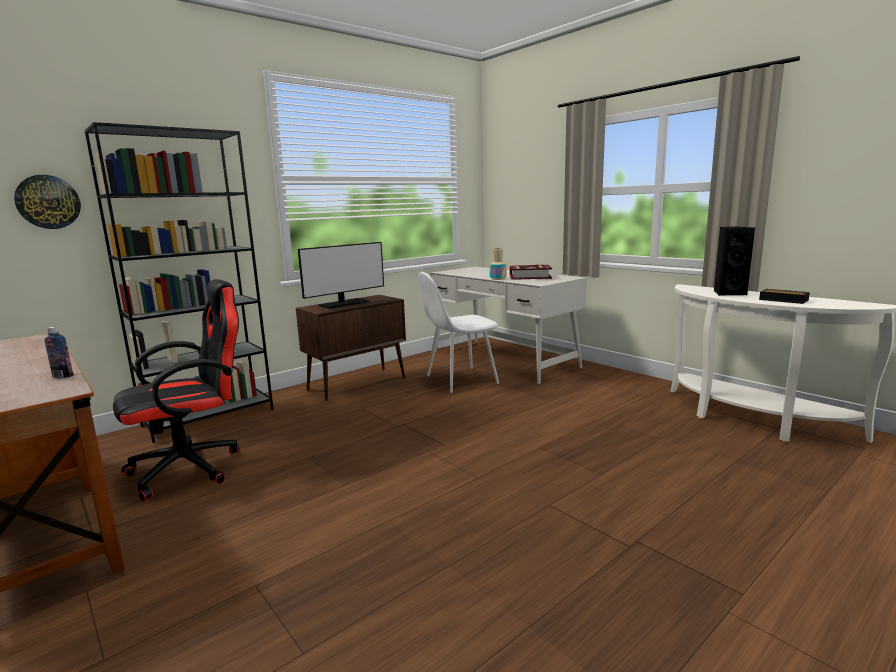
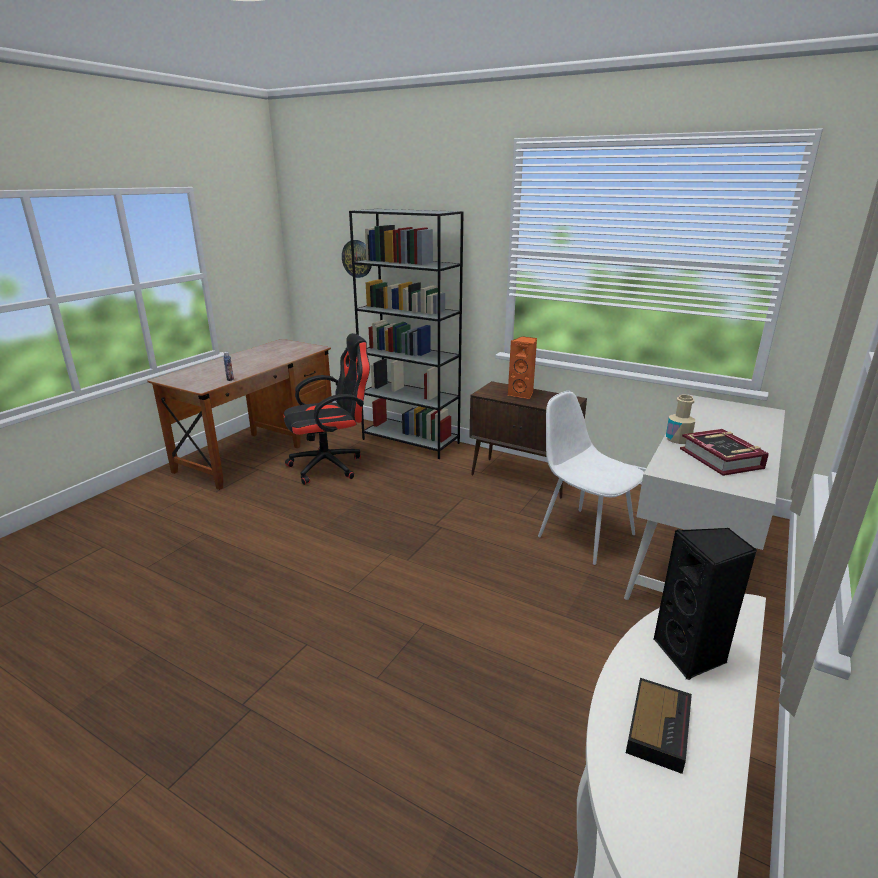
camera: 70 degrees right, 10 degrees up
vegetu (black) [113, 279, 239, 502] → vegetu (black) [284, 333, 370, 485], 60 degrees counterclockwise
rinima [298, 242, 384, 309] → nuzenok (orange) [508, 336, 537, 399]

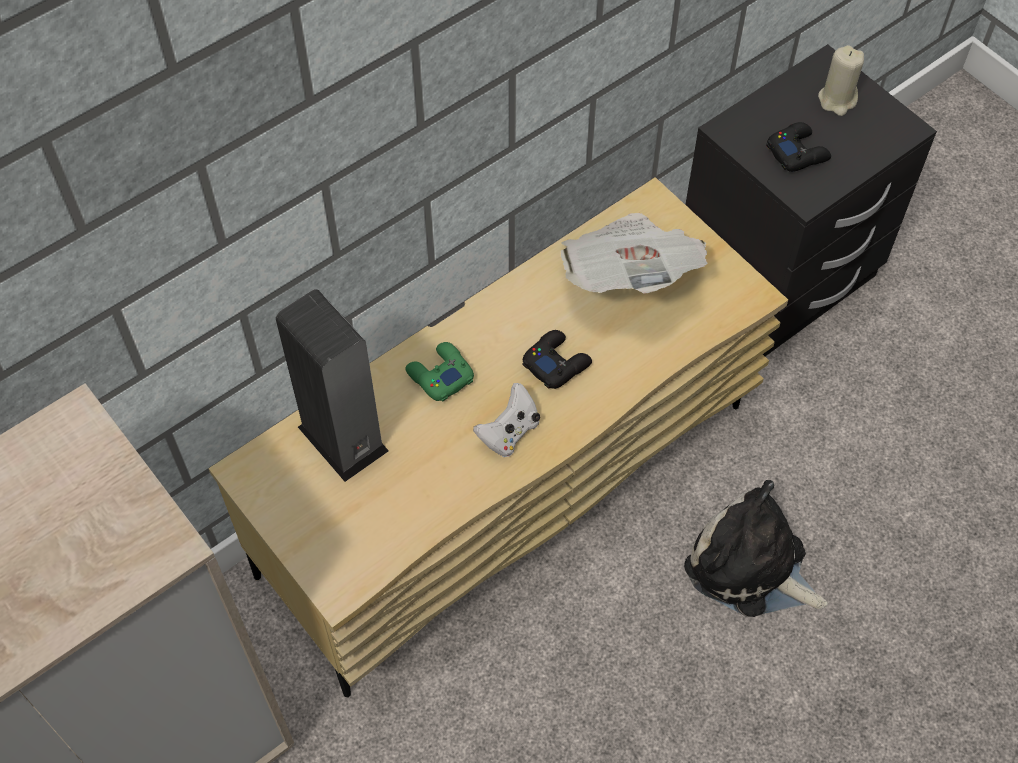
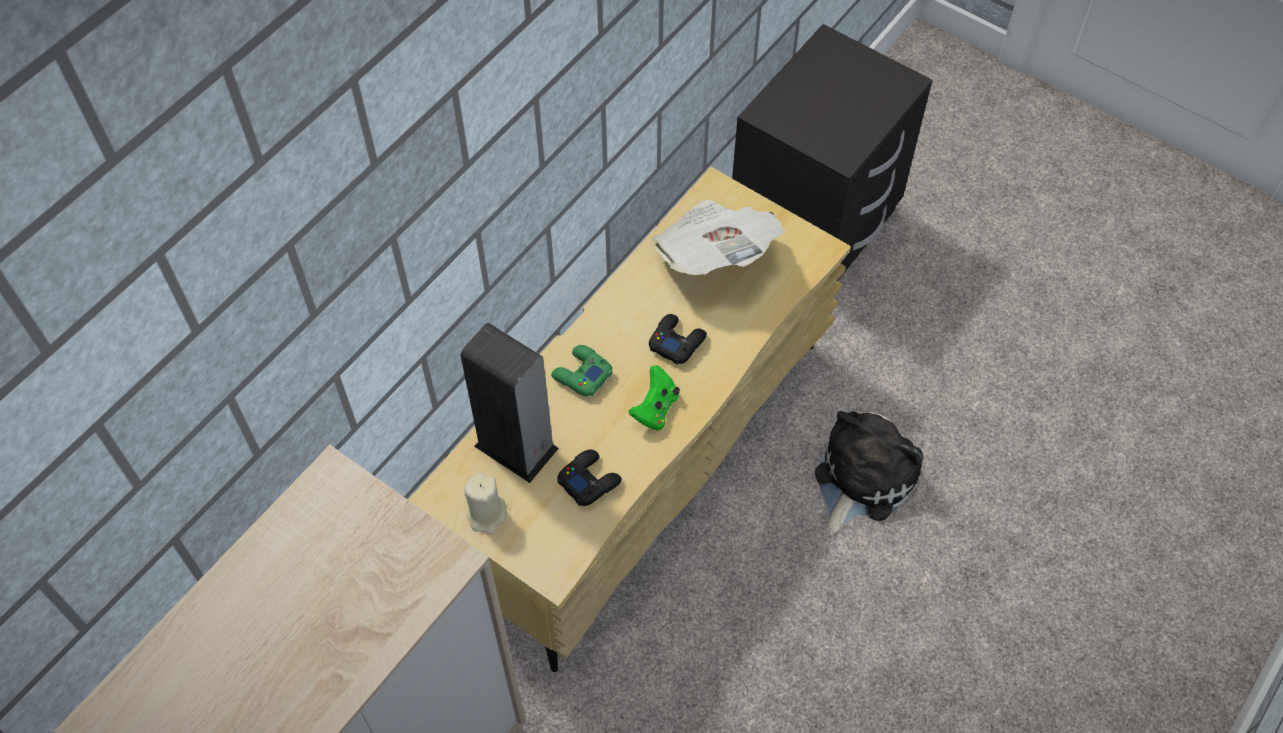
camera: 15 degrees left, 0 degrees up
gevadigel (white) [473, 383, 540, 457] → gevadigel (green) [629, 366, 680, 431]
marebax [684, 480, 828, 617] → marebax [815, 411, 923, 535], 105 degrees clockwise
gevadigel (black) [766, 122, 831, 172] → gevadigel (black) [557, 449, 622, 506], relocated
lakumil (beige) [818, 45, 864, 116] → lakumil (beige) [464, 473, 507, 535], relocated

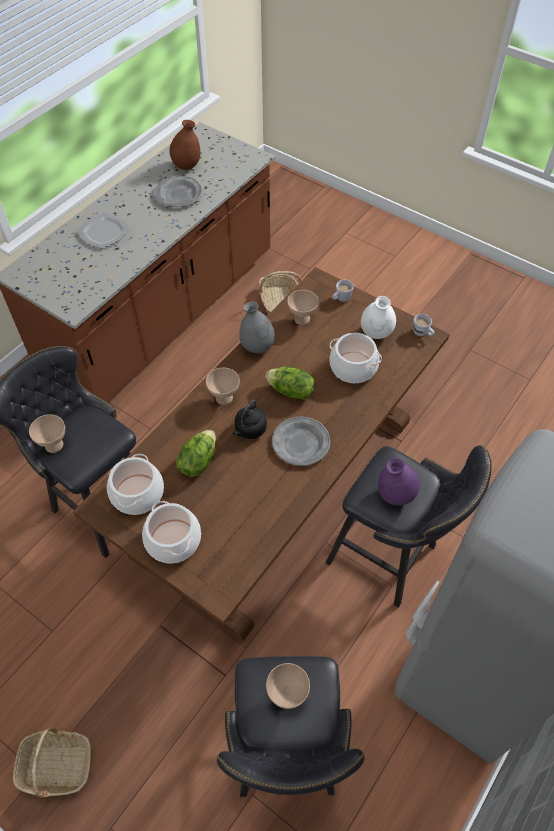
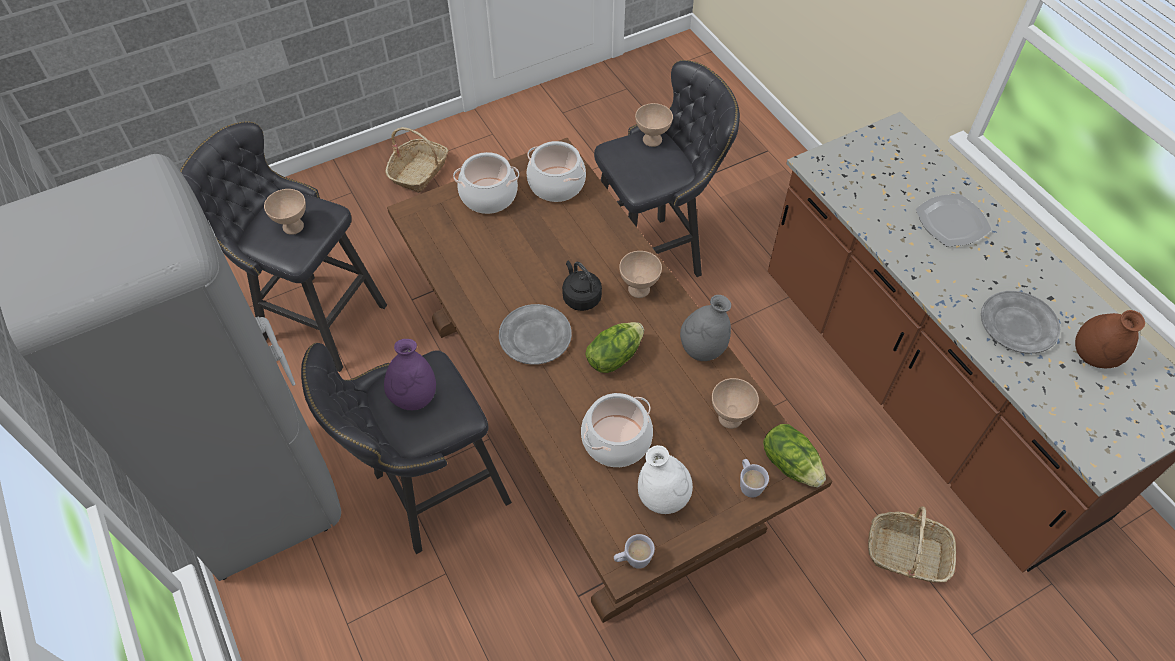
camera: 115 degrees right, 0 degrees up
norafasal [176, 430, 216, 477] → norafasal [763, 424, 826, 487], relocated

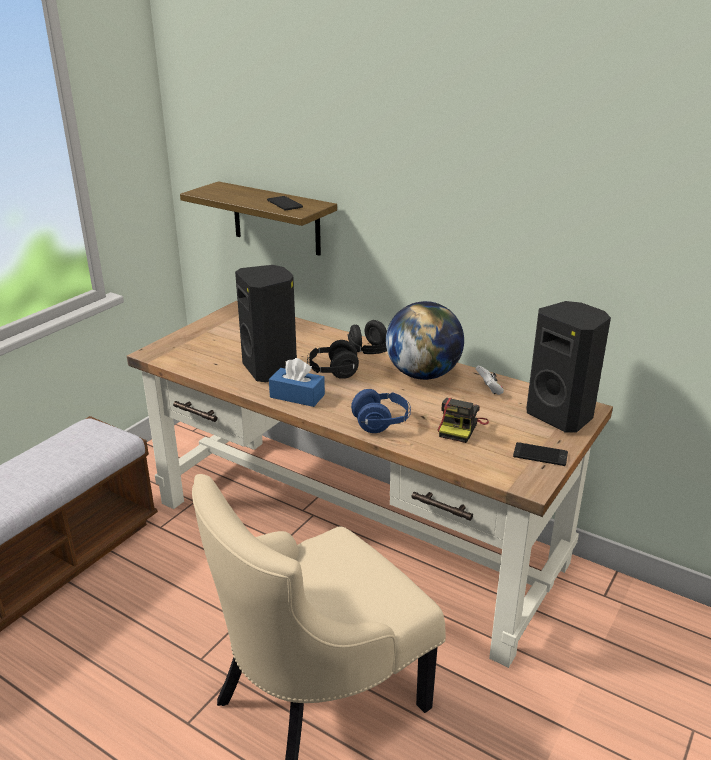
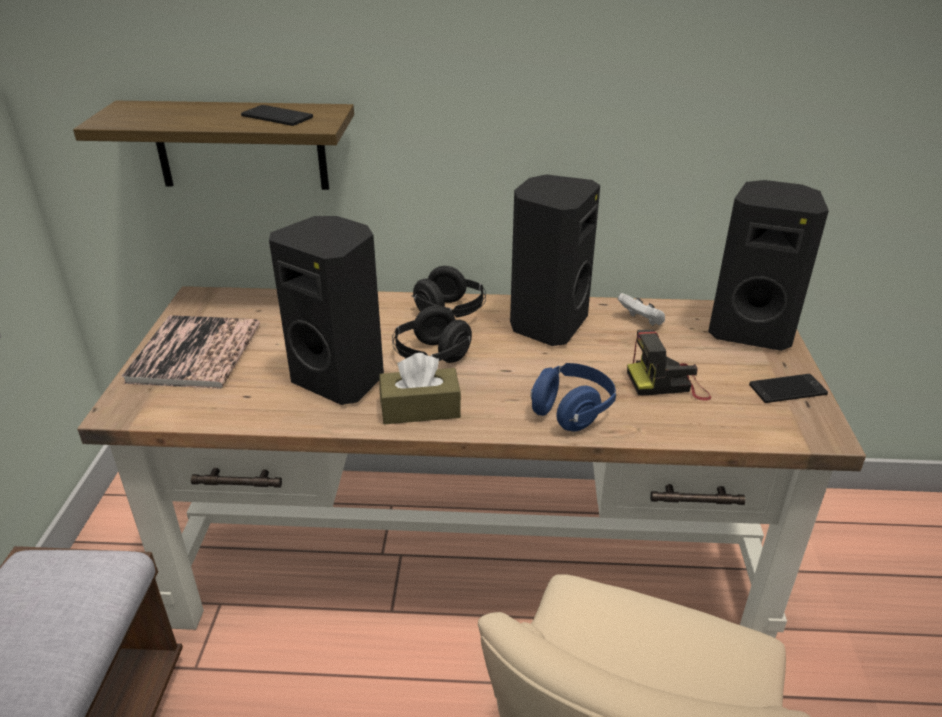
camera: 30 degrees left, 5 degrees up
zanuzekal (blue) [269, 358, 325, 407] → zanuzekal (brown) [380, 353, 461, 424]
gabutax [386, 301, 464, 380] → nuzenok (black) [510, 174, 600, 346]
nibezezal [438, 398, 489, 443] → nibezezal [627, 330, 711, 400], 90 degrees clockwise
- → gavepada [121, 315, 260, 389]

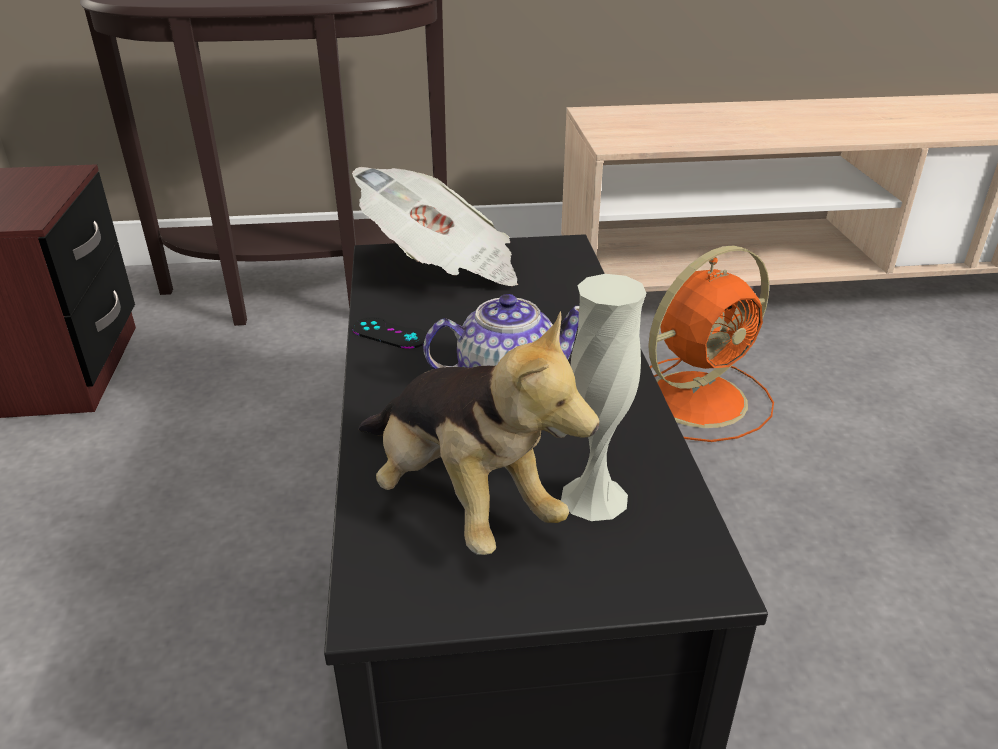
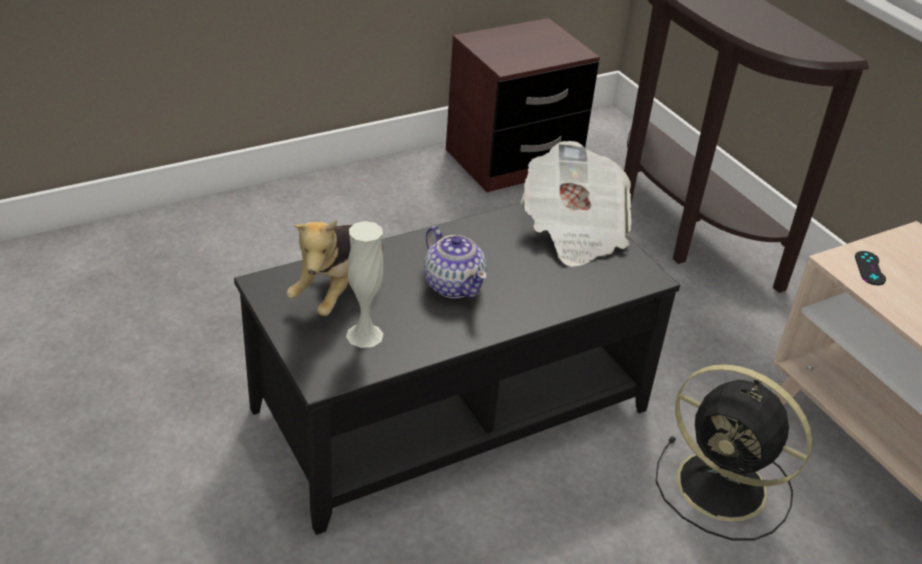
camera: 65 degrees right, 5 degrees up
gevadigel (black) [352, 317, 427, 349] → gevadigel (black) [855, 251, 886, 285], relocated
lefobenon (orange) [648, 245, 774, 442] → lefobenon (black) [655, 364, 812, 541]

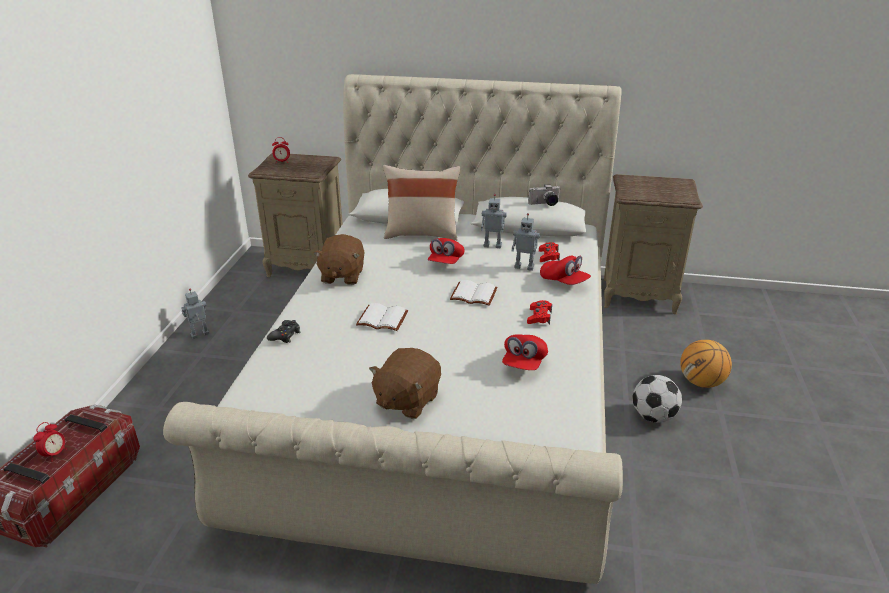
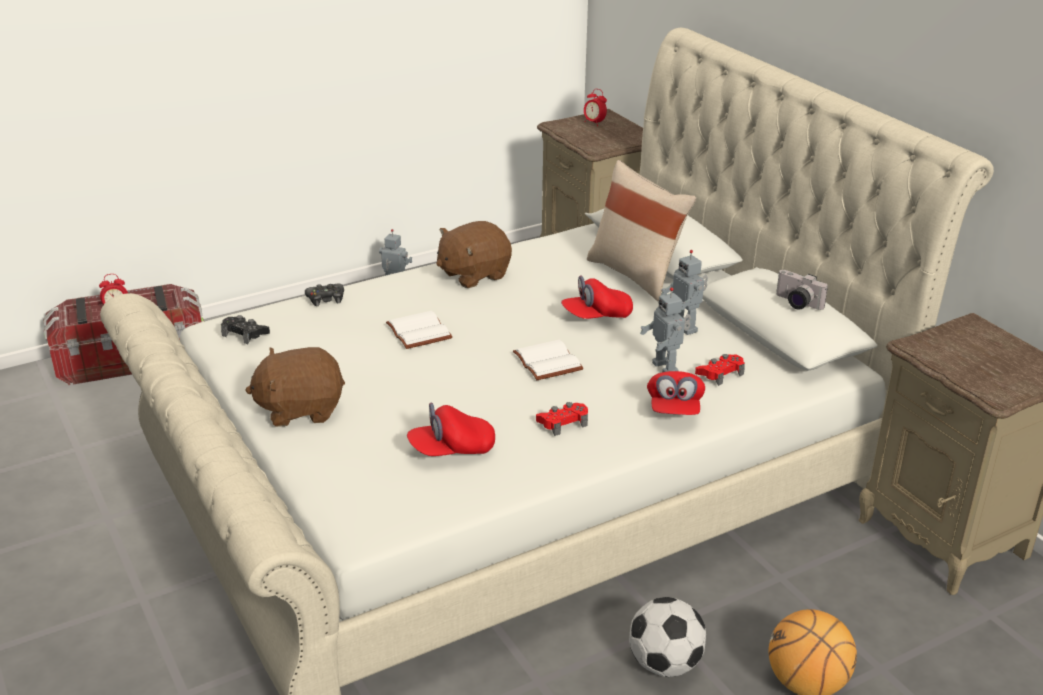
camera: 50 degrees right, 0 degrees up
- → gevadigel (black) [221, 315, 270, 344]

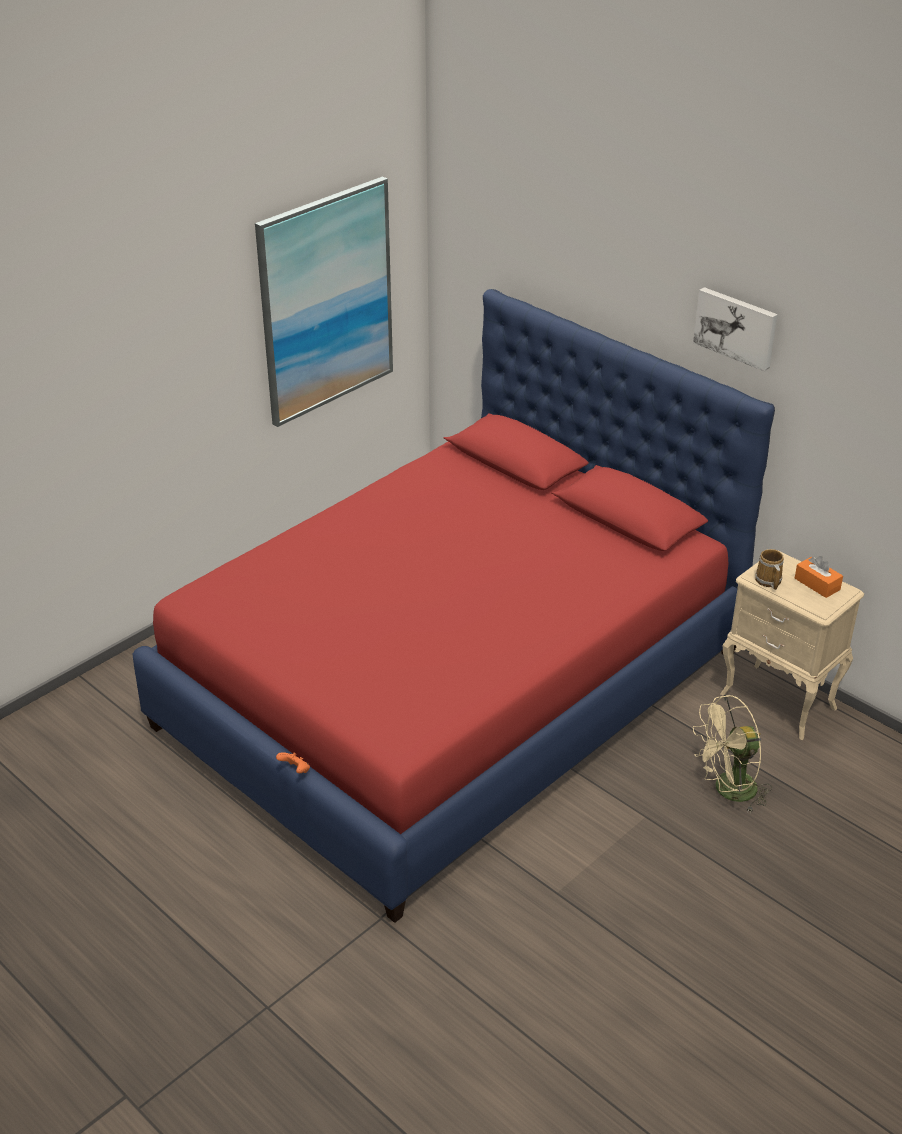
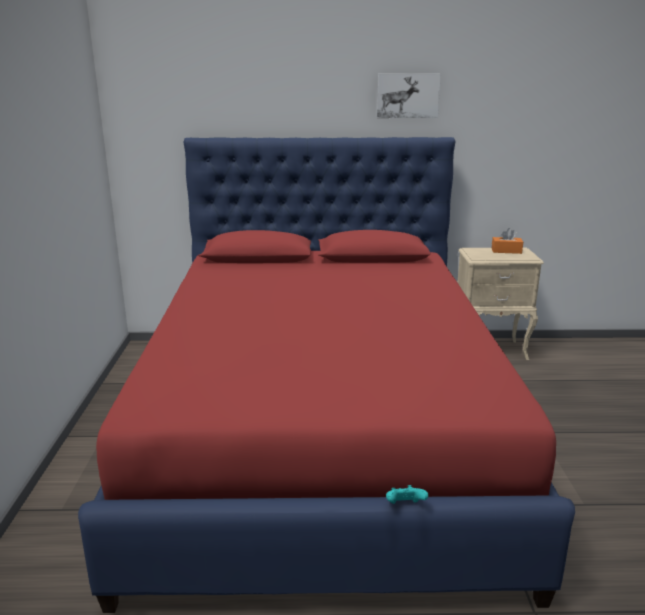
camera: 45 degrees left, 15 degrees down
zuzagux [255, 177, 393, 427] → -
gevadigel (orange) [276, 752, 310, 773] → gevadigel (turquoise) [386, 485, 428, 504]
lefobenon (beige) [693, 695, 772, 814] → -
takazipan [755, 549, 784, 590] → -

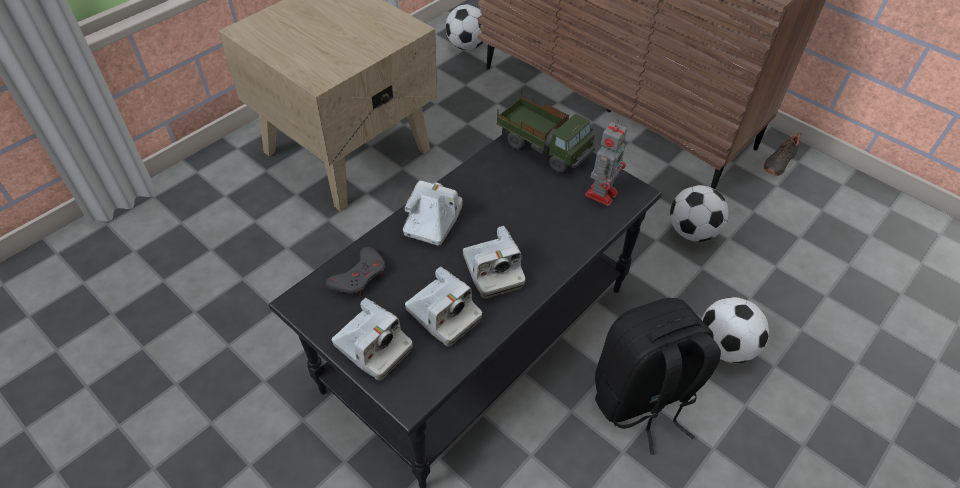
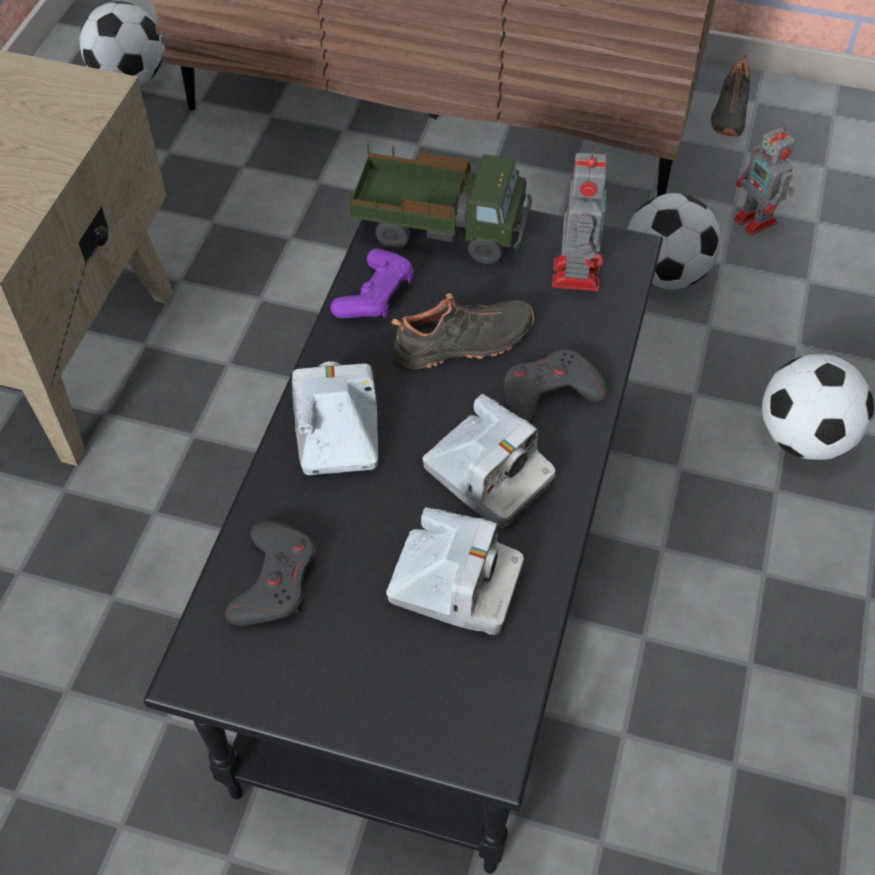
camera: 25 degrees left, 5 degrees up
nibezezal [331, 298, 413, 381] → -
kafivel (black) [595, 298, 721, 455] → -
- → gevadigel (purple) [330, 248, 413, 318]
- → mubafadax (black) [391, 293, 534, 369]
- → gevadigel (grey) [504, 349, 607, 424]
- → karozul [734, 124, 795, 235]

